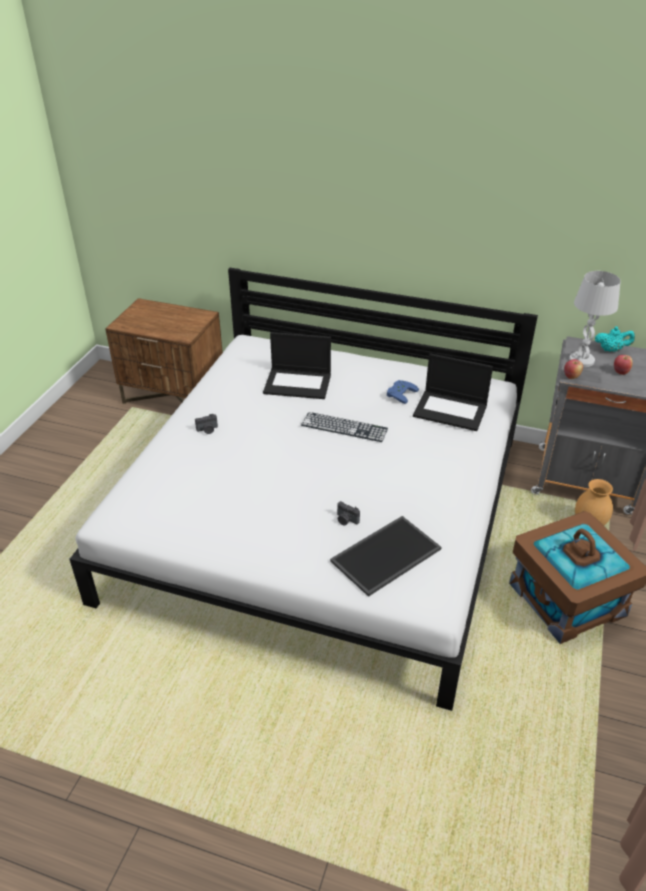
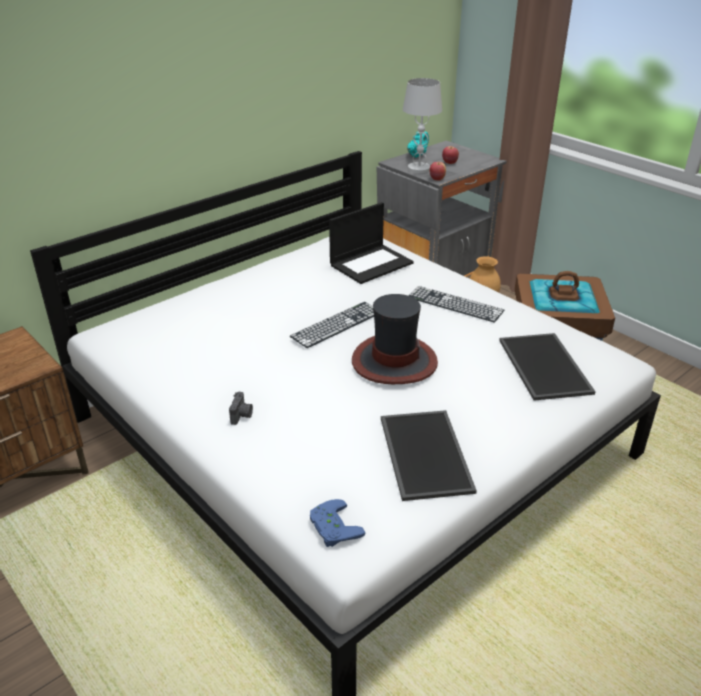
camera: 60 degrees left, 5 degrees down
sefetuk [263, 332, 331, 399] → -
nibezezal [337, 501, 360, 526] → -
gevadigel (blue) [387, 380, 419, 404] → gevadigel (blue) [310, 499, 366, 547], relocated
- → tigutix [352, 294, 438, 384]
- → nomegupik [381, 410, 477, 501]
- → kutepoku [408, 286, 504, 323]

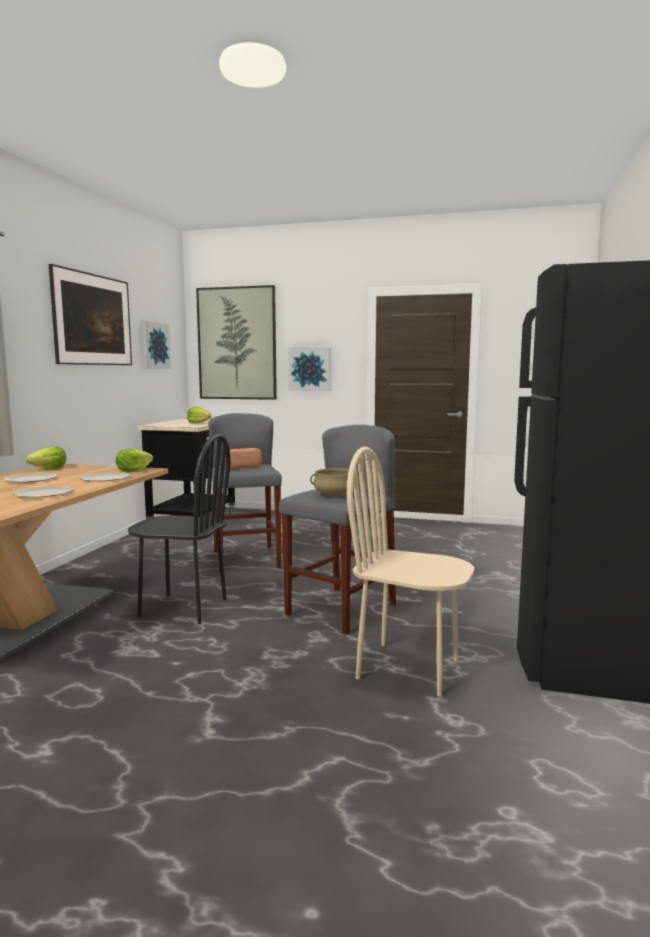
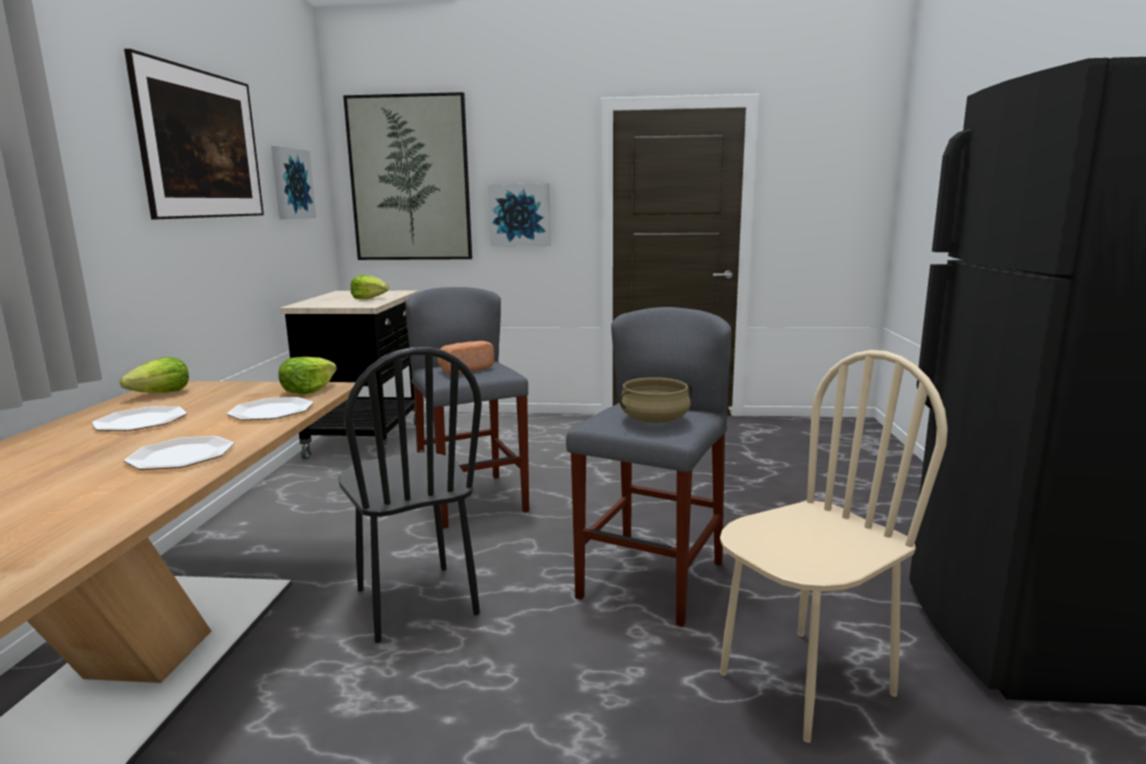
camera: 10 degrees left, 5 degrees up
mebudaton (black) [128, 434, 231, 624] → mebudaton (black) [338, 347, 482, 643], 60 degrees clockwise
mebudaton (beige) [347, 447, 474, 696] → mebudaton (beige) [720, 350, 948, 743], 135 degrees clockwise

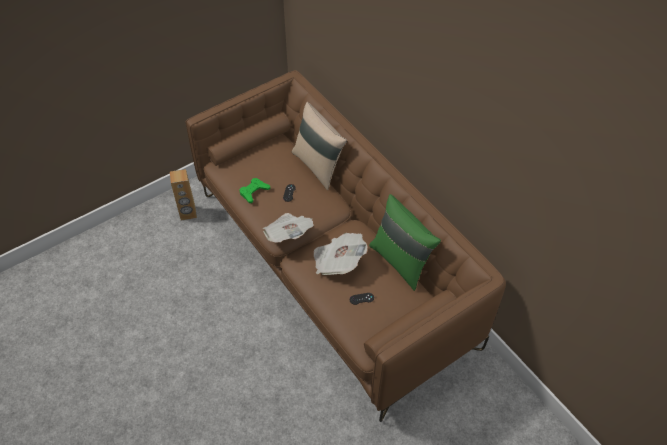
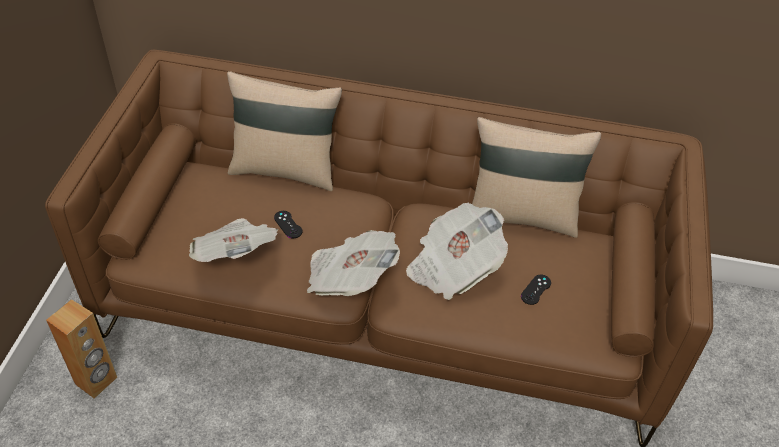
camera: 45 degrees left, 5 degrees down
gevadigel (green) [239, 178, 270, 203] → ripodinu [189, 218, 279, 262]
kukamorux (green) [369, 194, 441, 291] → kukamorux (beige) [472, 117, 601, 238]

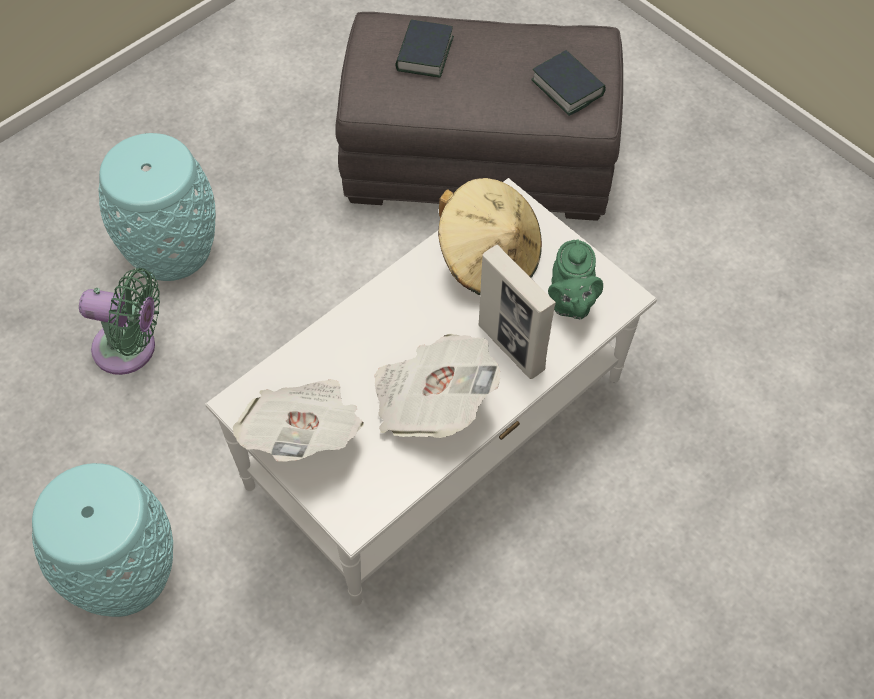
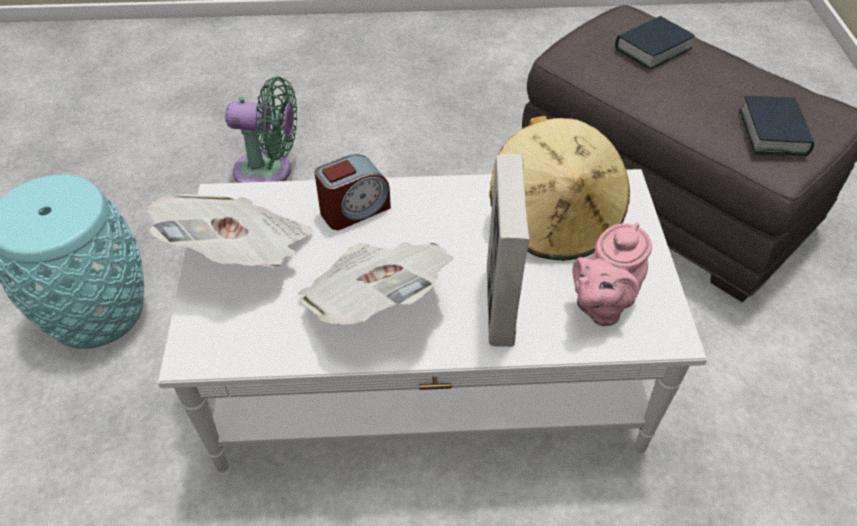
camera: 40 degrees right, 10 degrees down
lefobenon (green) [79, 268, 160, 375] → lefobenon (green) [225, 77, 297, 183], 45 degrees counterclockwise
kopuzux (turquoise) [98, 133, 216, 281] → -
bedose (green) [548, 239, 603, 319] → bedose (pink) [572, 222, 652, 326]
- → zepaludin [314, 154, 391, 230]

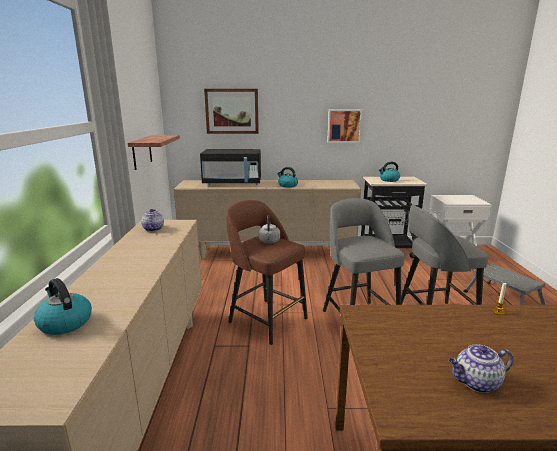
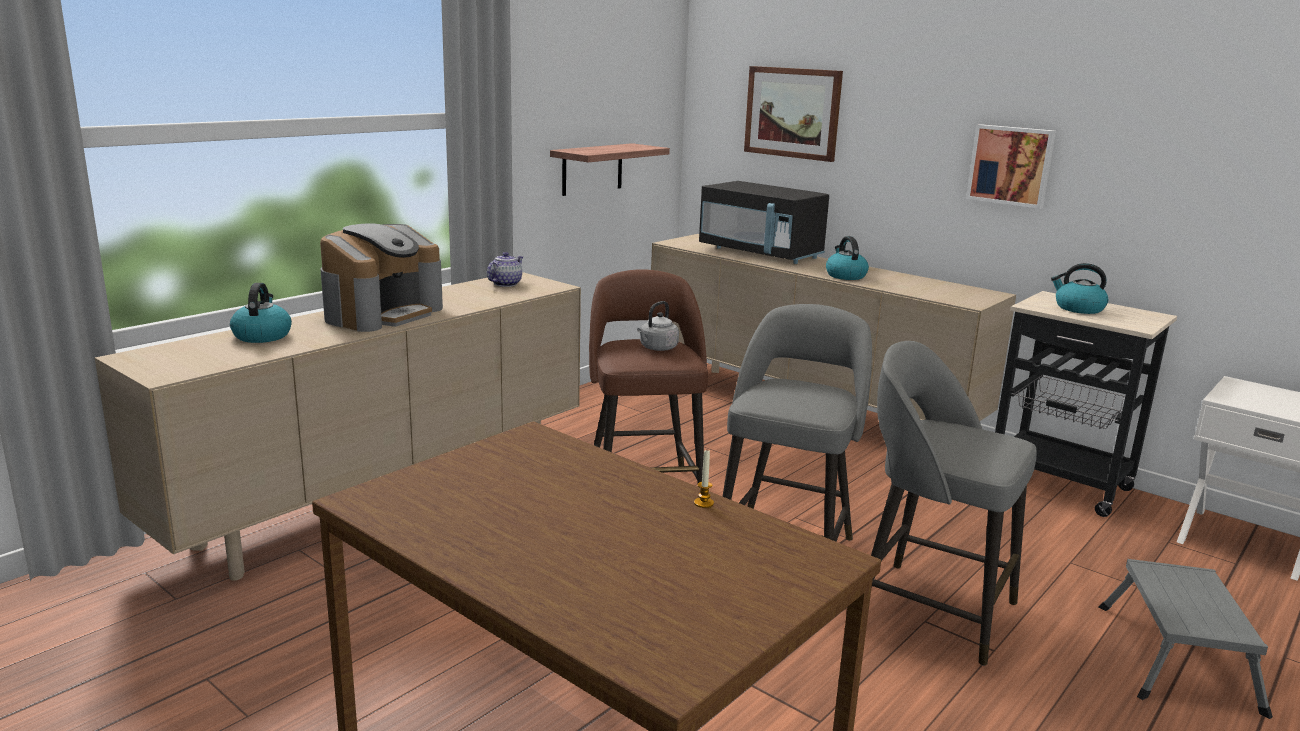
camera: 40 degrees right, 0 degrees up
bedose [449, 344, 513, 393] → -
- → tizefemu [320, 224, 443, 332]

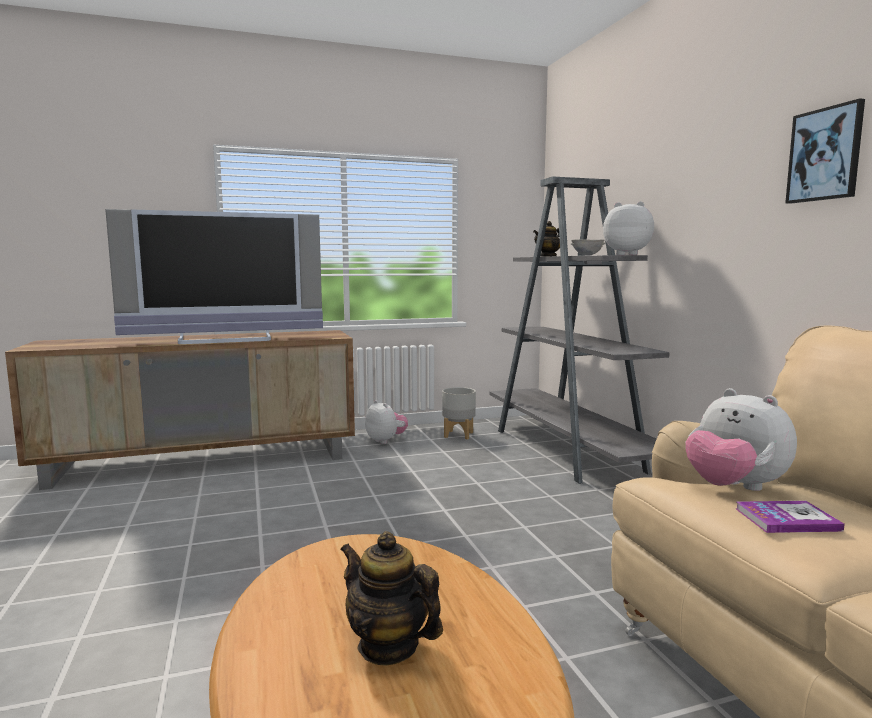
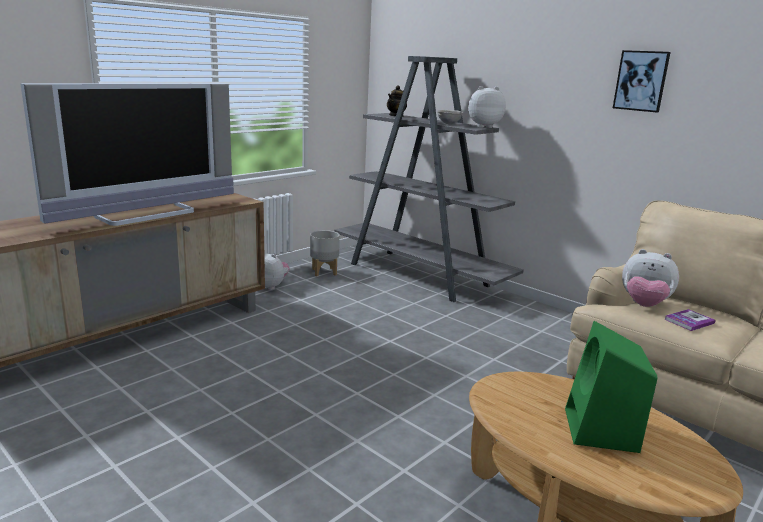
camera: 30 degrees left, 10 degrees up
bedose [340, 531, 443, 665] → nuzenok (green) [565, 321, 657, 453]

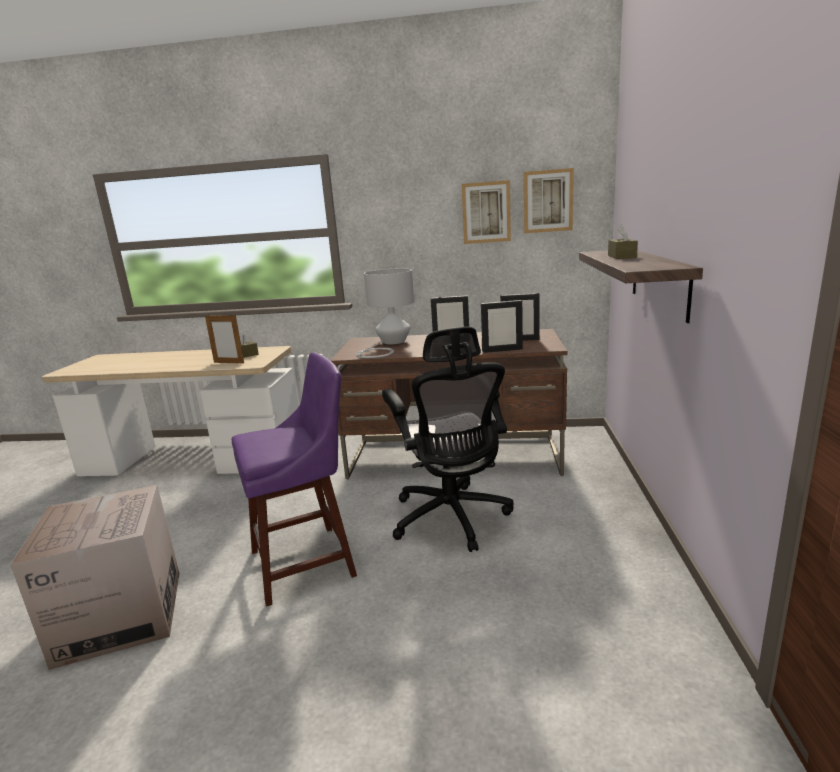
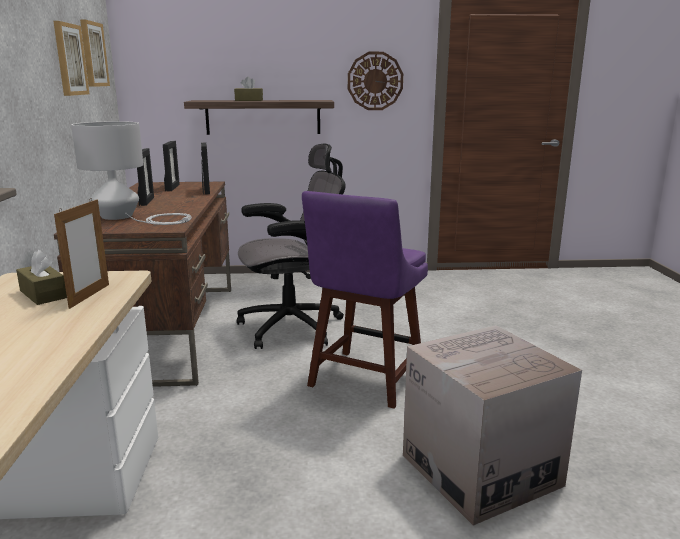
camera: 100 degrees left, 0 degrees up
mebudaton (purple) [232, 352, 357, 607] → mebudaton (purple) [302, 191, 428, 409], 120 degrees counterclockwise
- → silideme [348, 52, 403, 110]

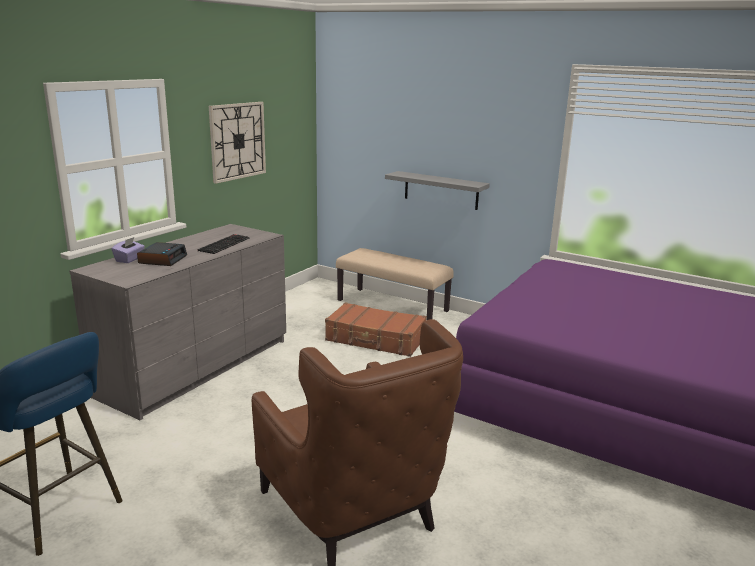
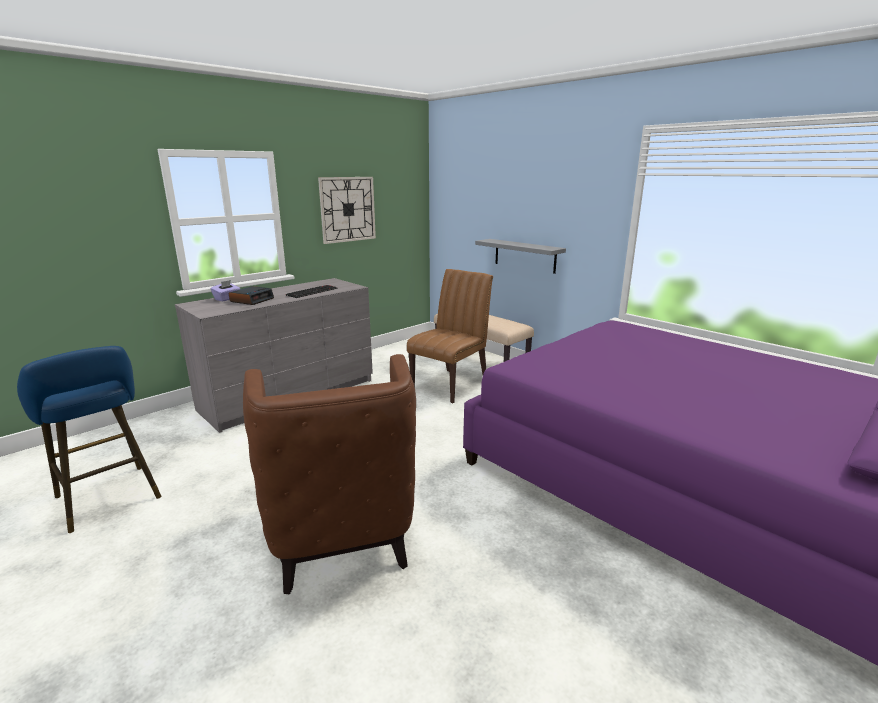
camera: 15 degrees right, 0 degrees up
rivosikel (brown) [325, 302, 427, 357] → mebudaton (brown) [407, 269, 493, 403]

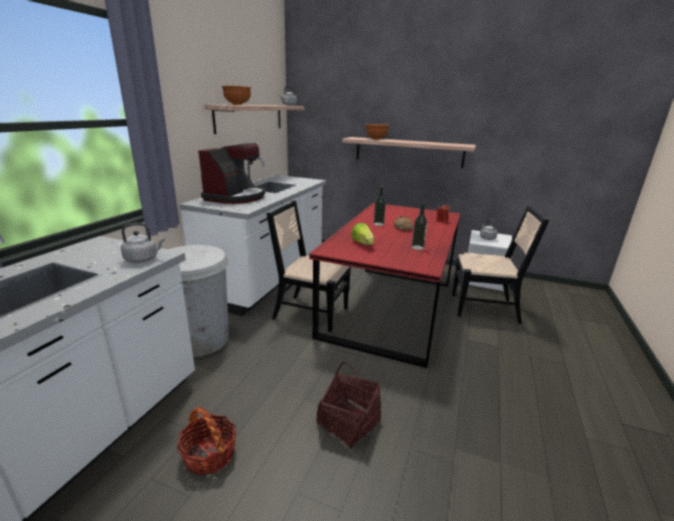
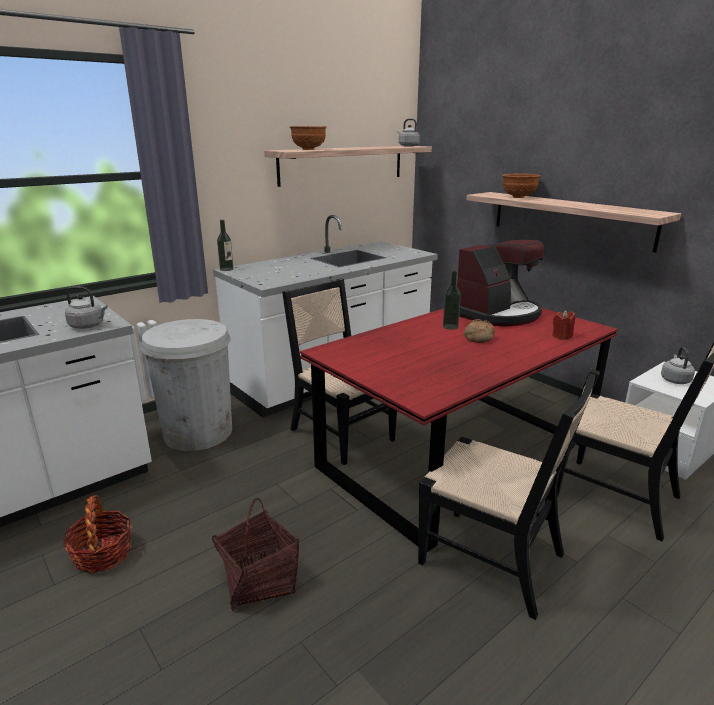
camera: 30 degrees right, 0 degrees up
tizefemu [198, 143, 265, 204] → tizefemu [457, 240, 544, 327], relocated
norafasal [351, 223, 374, 245] → -
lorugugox [412, 203, 427, 250] → lorugugox [217, 220, 234, 271], relocated
- → mebudaton [418, 369, 600, 620]

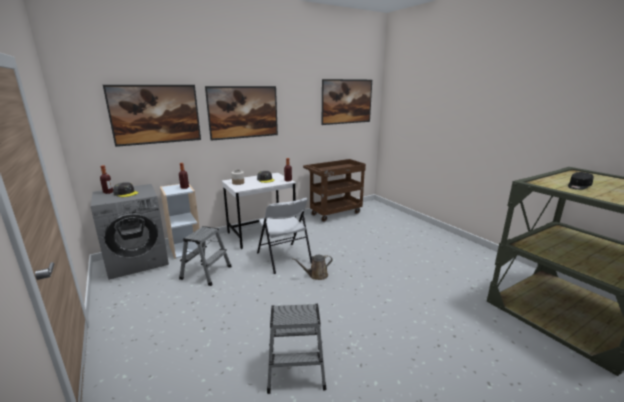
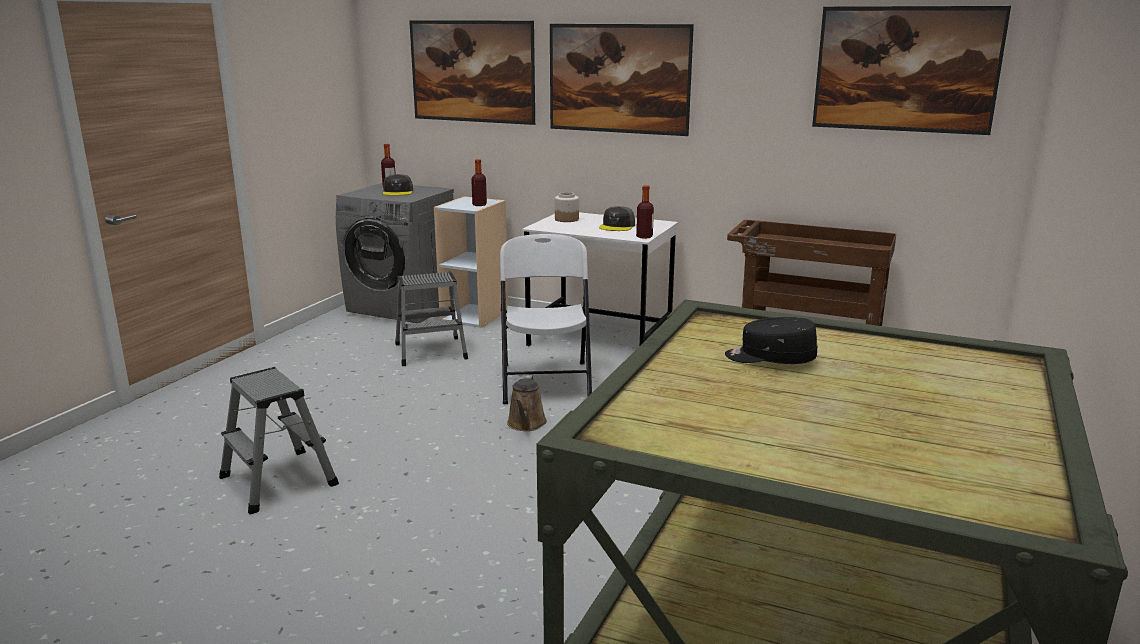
camera: 55 degrees right, 0 degrees up
mebudaton (white) [257, 198, 312, 274] → mebudaton (white) [500, 234, 592, 404], 150 degrees clockwise
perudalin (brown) [292, 255, 332, 280] → perudalin (brown) [507, 375, 547, 431], 120 degrees counterclockwise

